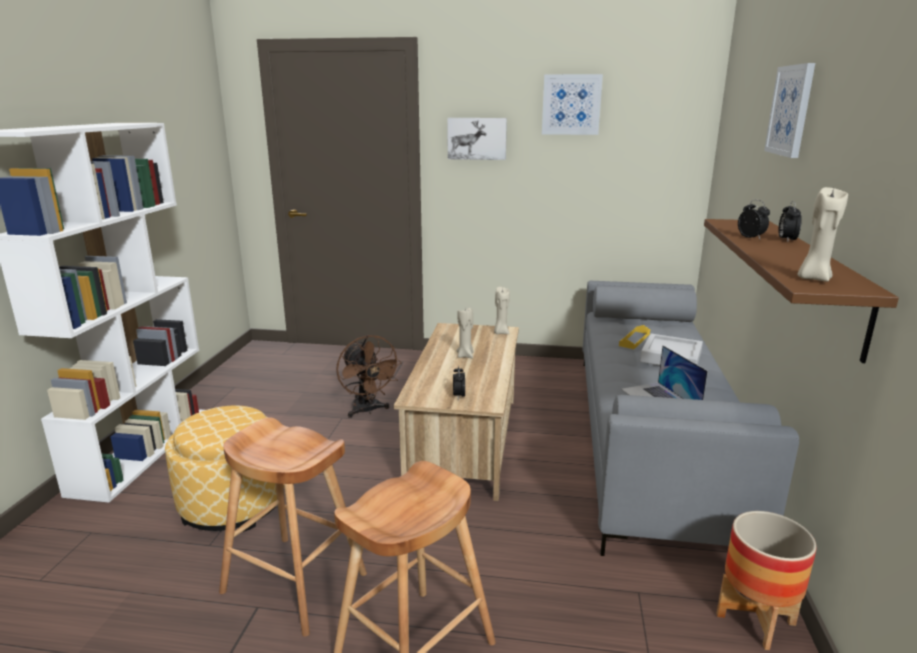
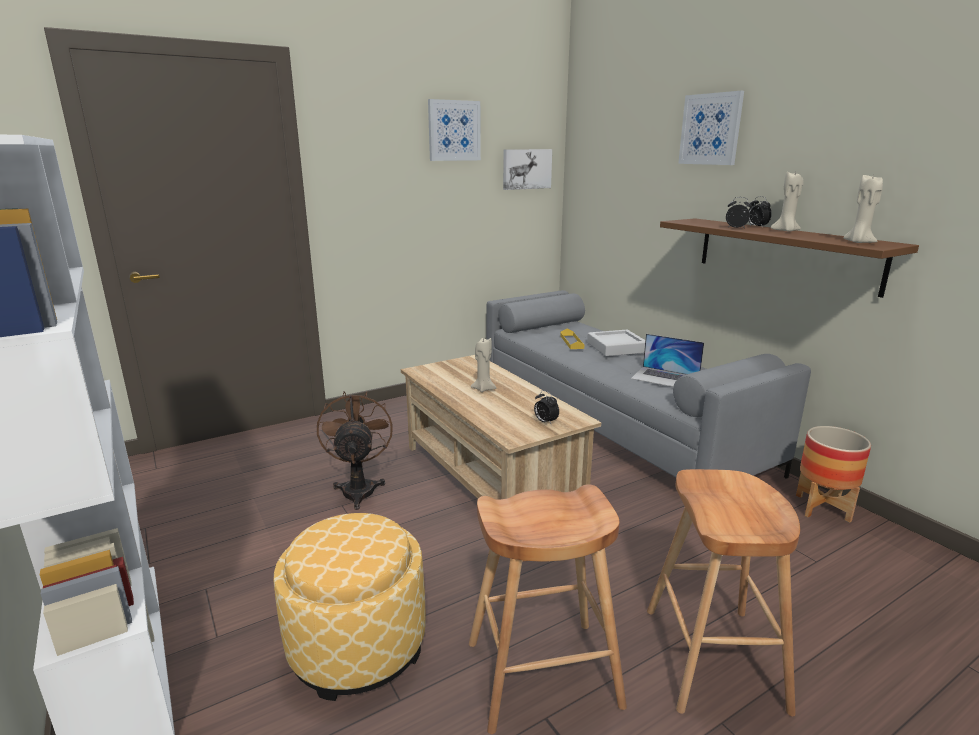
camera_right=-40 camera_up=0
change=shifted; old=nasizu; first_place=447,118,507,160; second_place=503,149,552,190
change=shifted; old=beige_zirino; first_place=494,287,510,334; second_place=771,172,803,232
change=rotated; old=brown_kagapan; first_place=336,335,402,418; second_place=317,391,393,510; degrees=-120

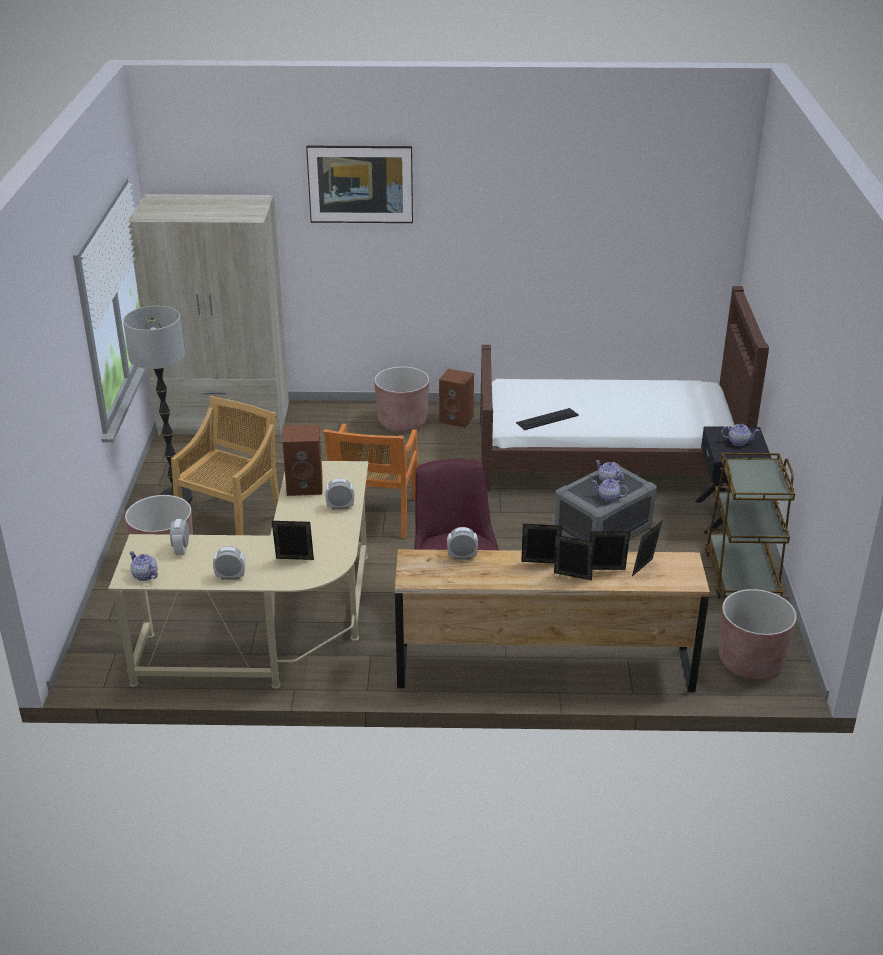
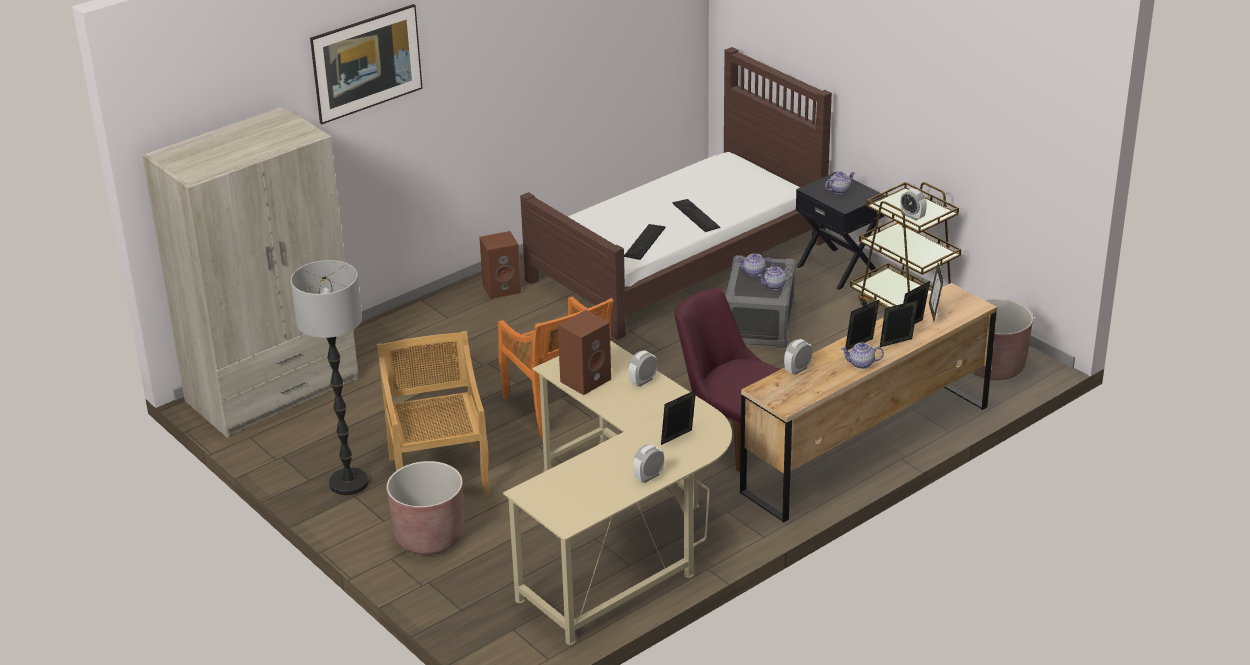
camera_right=-40 camera_up=0
change=gone; old=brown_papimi; first_place=374,366,429,432
change=new; new=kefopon; second_place=672,199,721,232
change=shifted; old=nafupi; first_place=129,551,158,581; second_place=841,342,884,369
change=shifted; old=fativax; first_place=170,519,189,555; second_place=900,188,927,220

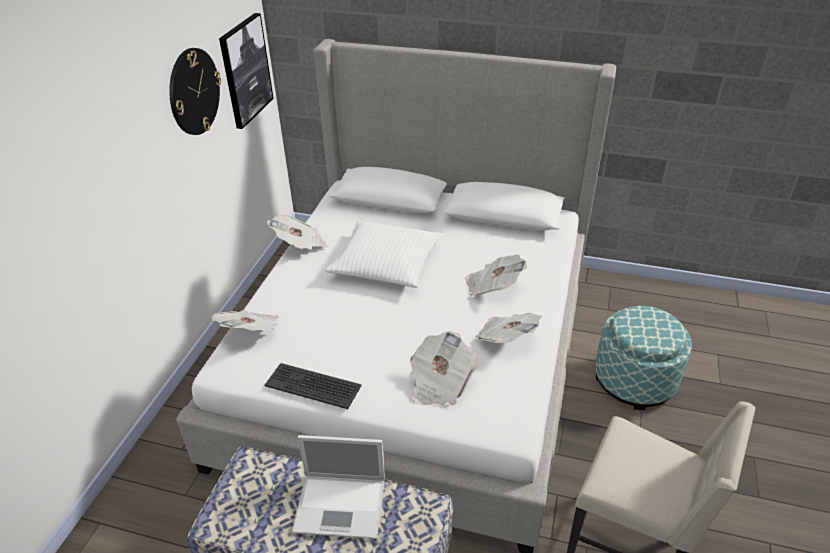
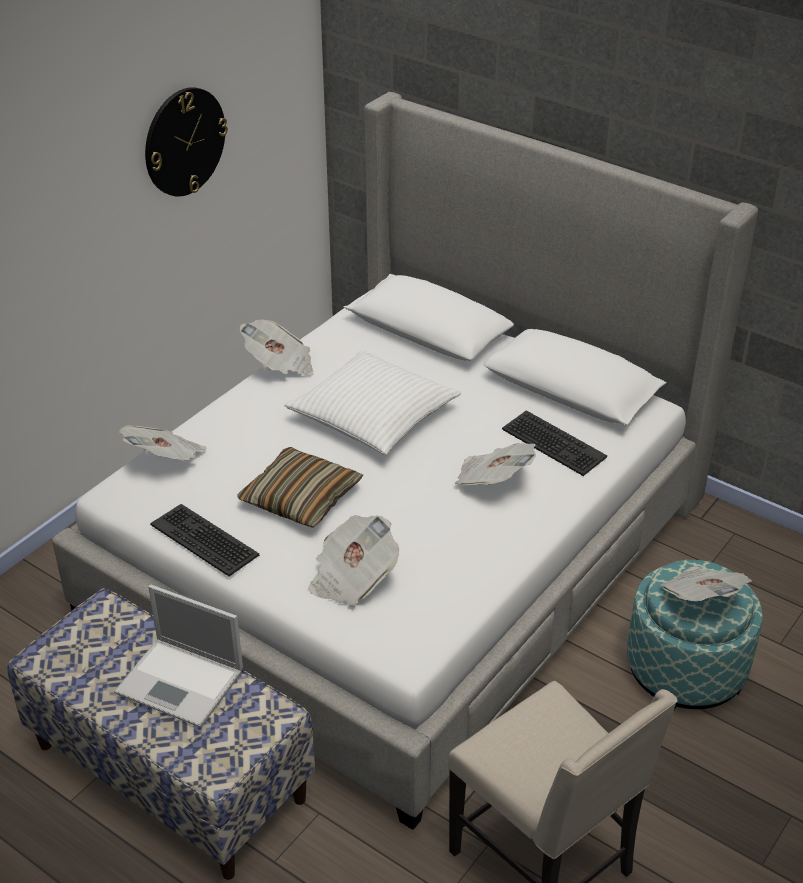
camera_right=20 camera_up=0
change=gone; old=nasizu; first_place=219,13,274,129
change=new; new=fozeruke; second_place=237,447,363,528
change=new; new=kefopon; second_place=502,410,607,476
change=shifted; old=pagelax; first_place=475,313,542,343; second_place=660,566,752,601

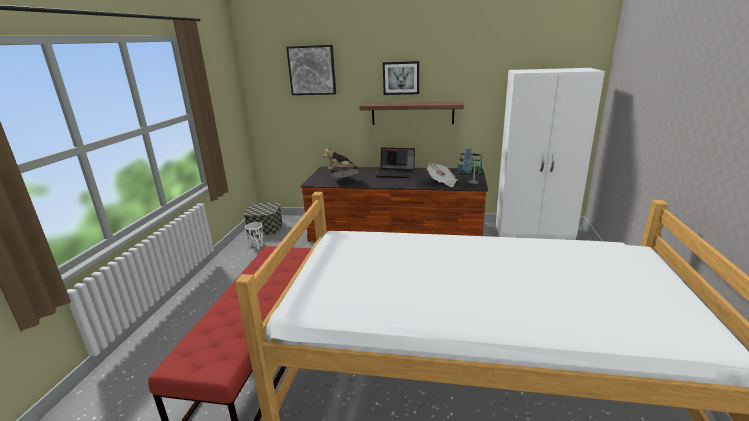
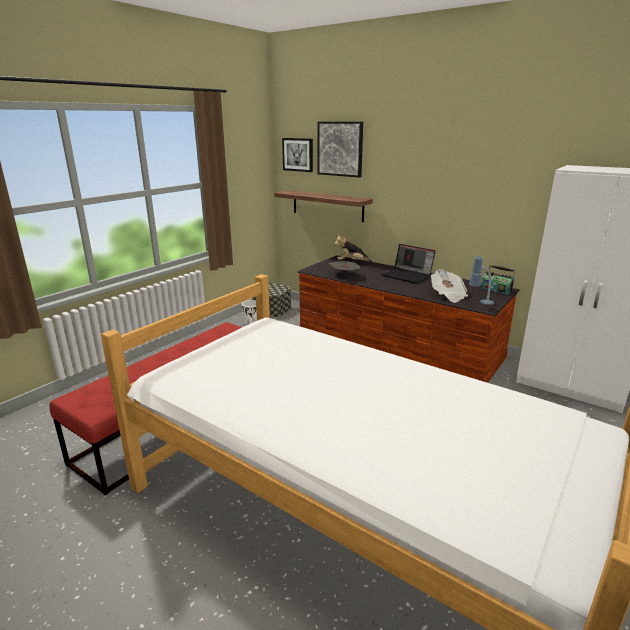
camera_right=25 camera_up=0
change=shifted; old=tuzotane; first_place=359,101,464,125; second_place=274,190,373,222
change=shifted; old=nasizu; first_place=383,61,419,95; second_place=282,138,313,172

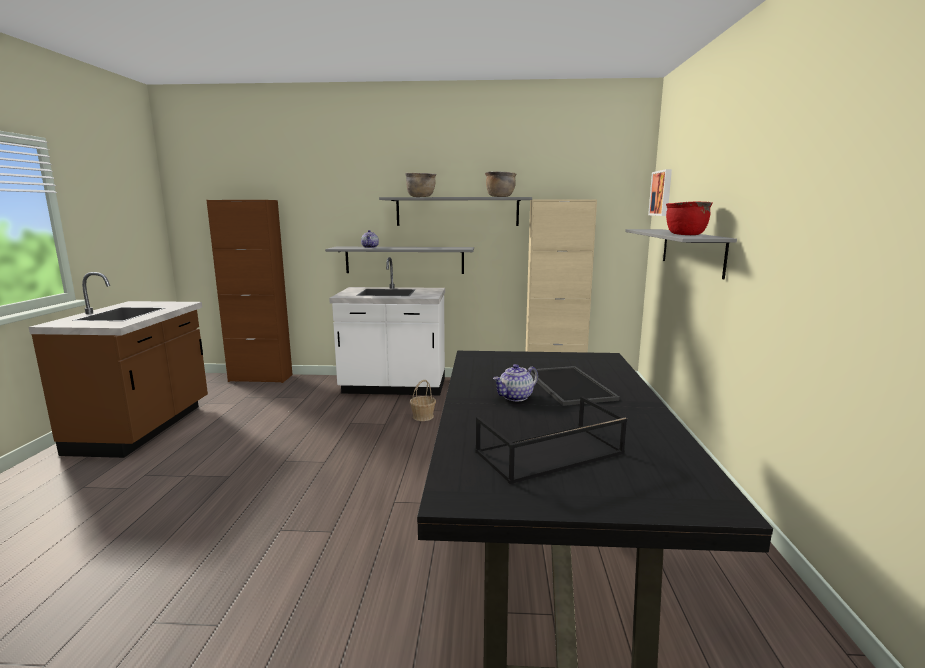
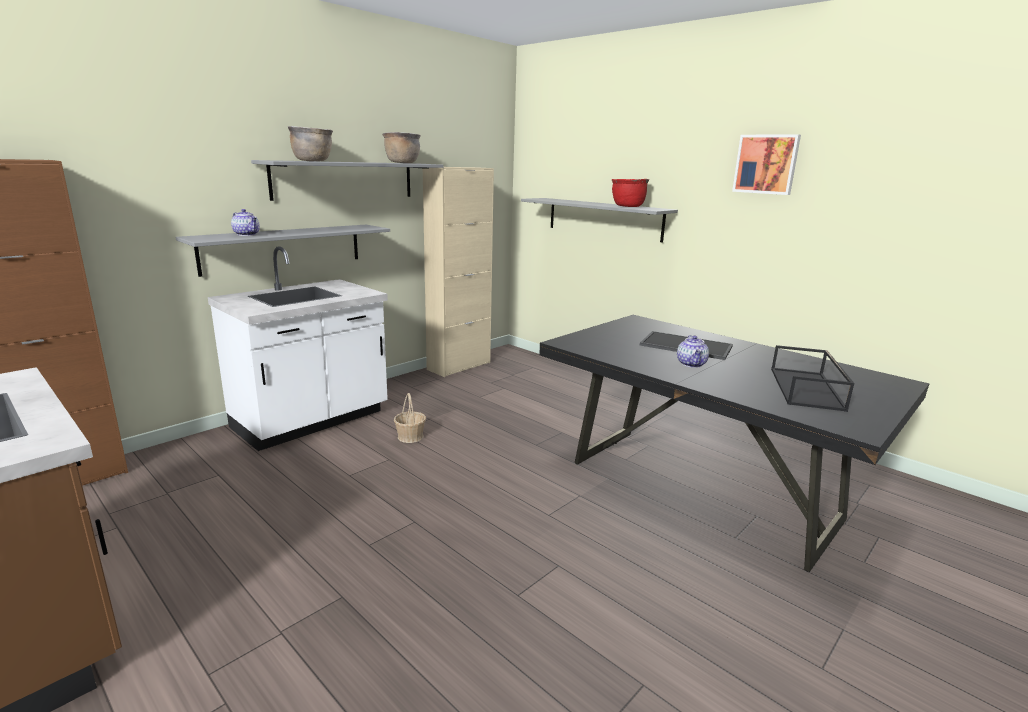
camera_right=-50 camera_up=5
change=shifted; old=nasizu; first_place=648,169,672,216; second_place=732,134,801,195

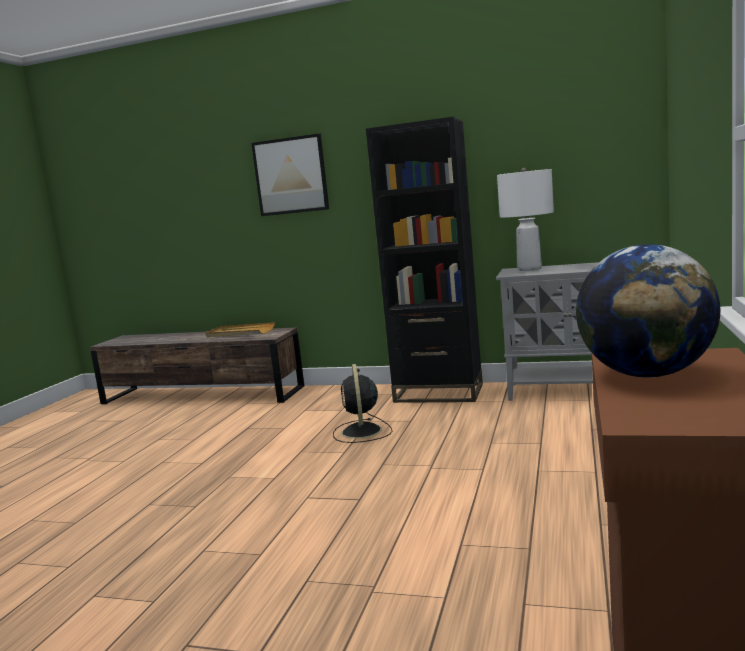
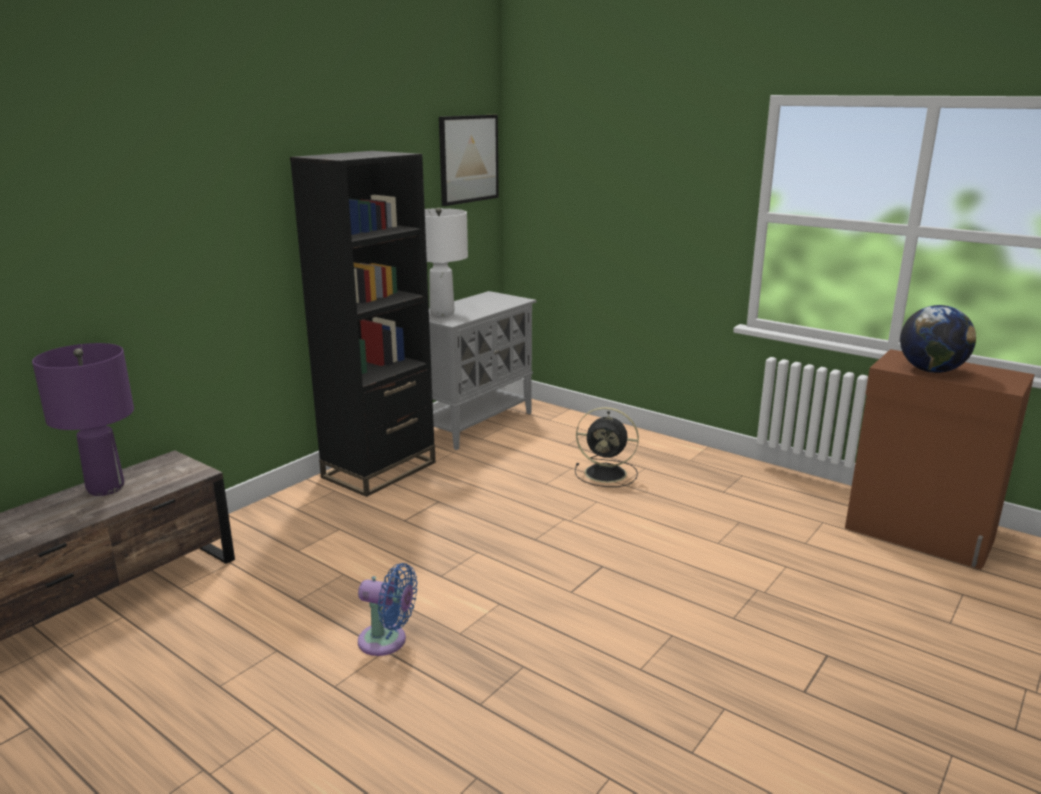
camera_right=-70 camera_up=10
change=new; new=blue_kagapan; second_place=358,563,417,656
change=shifted; old=nasizu; first_place=251,133,329,216; second_place=439,115,499,206
change=shifted; old=black_kagapan; first_place=333,364,392,443; second_place=575,407,639,487
change=swapped; old=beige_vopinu; new=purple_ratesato; first_place=205,322,275,337; second_place=32,343,134,496

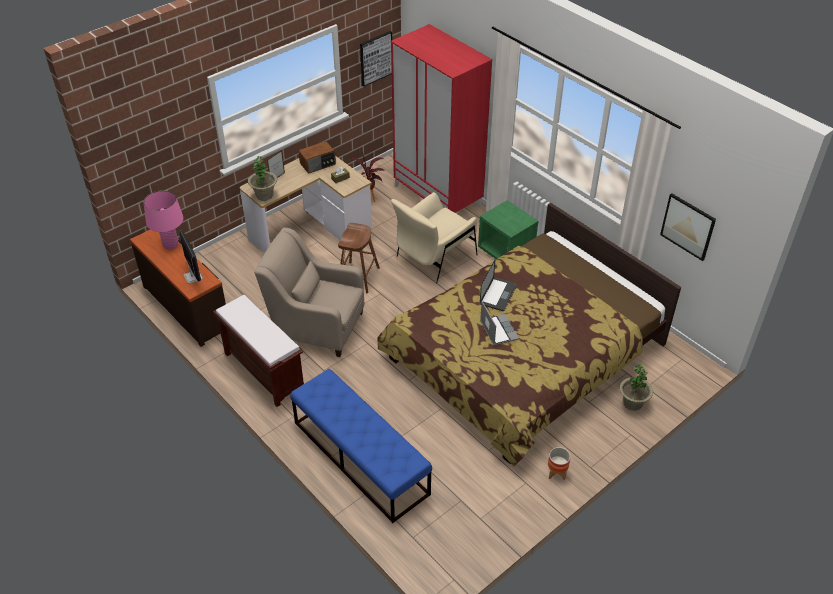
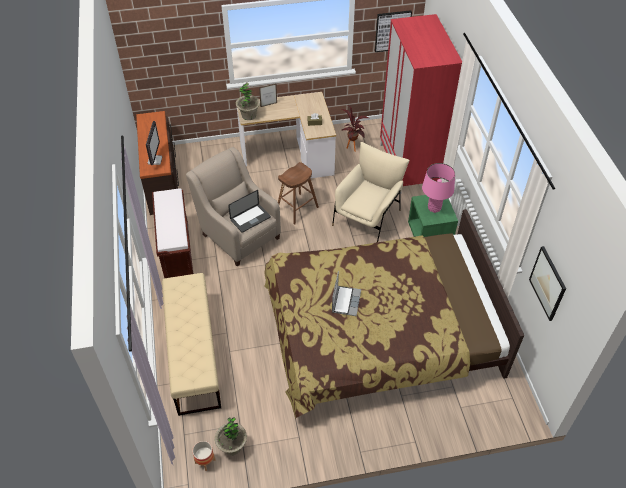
camera_right=30 camera_up=5
change=gone; old=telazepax; first_place=299,141,336,173
change=shifted; old=pink_ratesato; first_place=144,190,183,249; second_place=422,163,455,213
change=shifted; old=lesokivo; first_place=480,260,517,311; second_place=228,190,271,233
change=shifted; old=papimi; first_place=548,447,571,480; second_place=192,441,215,471
change=shifted; old=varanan; first_place=620,365,653,411; second_place=215,417,247,455
change=repainted; old=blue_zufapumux; new=beige_zufapumux; first_place=290,369,432,523; second_place=162,273,221,416
change=rotated; old=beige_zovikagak; first_place=391,192,478,284; second_place=332,142,410,242; degrees=135

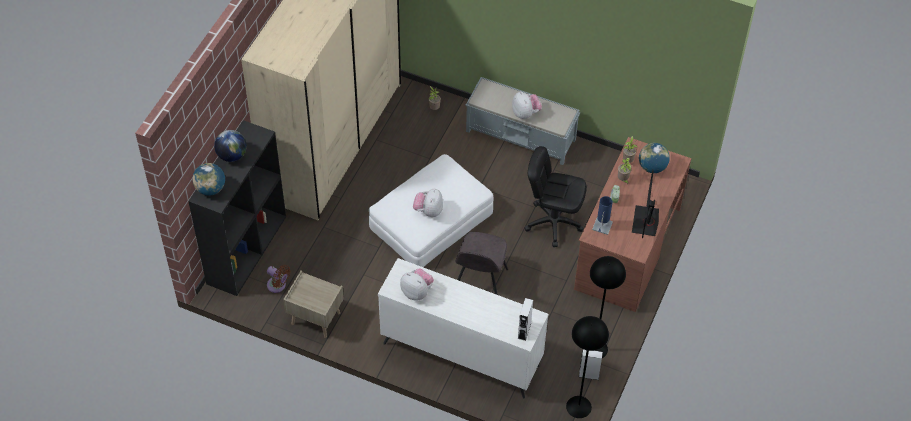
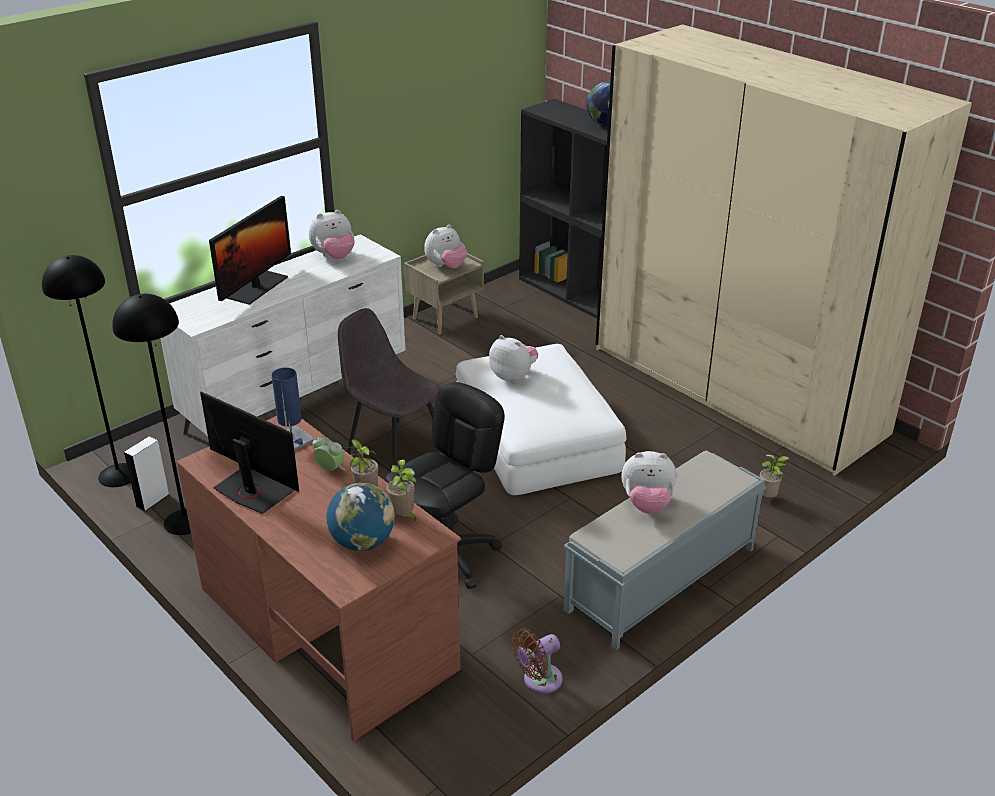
camera_right=115 camera_up=-20
change=gone; old=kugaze; first_place=192,163,225,196
change=gone; old=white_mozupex; first_place=518,298,533,341
change=new; new=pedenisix; second_place=209,196,291,305
change=new; new=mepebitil; second_place=424,225,467,268
change=shifted; old=brown_kagapan; first_place=267,265,291,293; second_place=512,628,563,694

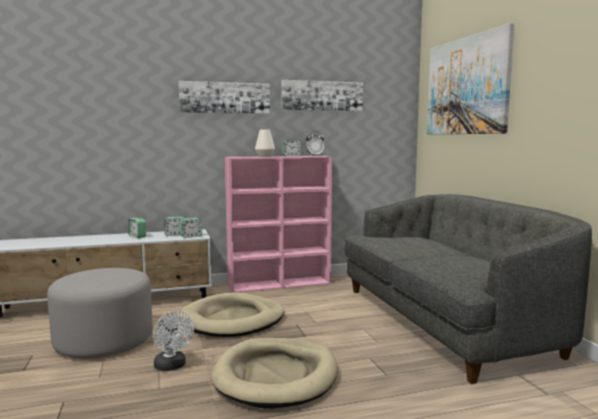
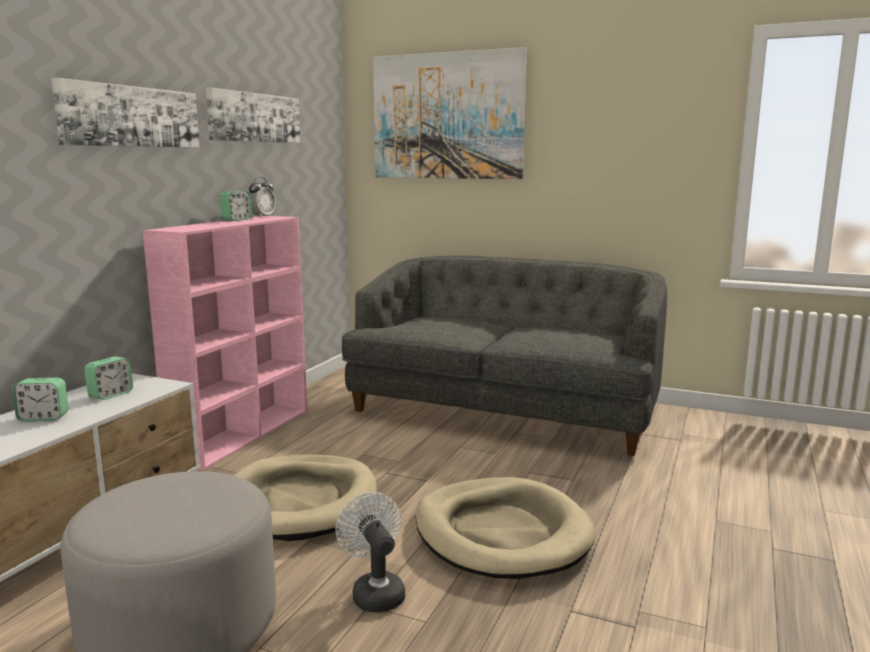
camera_right=-50 camera_up=5
change=gone; old=fativax; first_place=180,218,202,238
change=gone; old=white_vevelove; first_place=255,129,275,157
change=rotated; old=white_kagapan; first_place=153,311,194,371; second_place=335,492,405,613; degrees=-120

